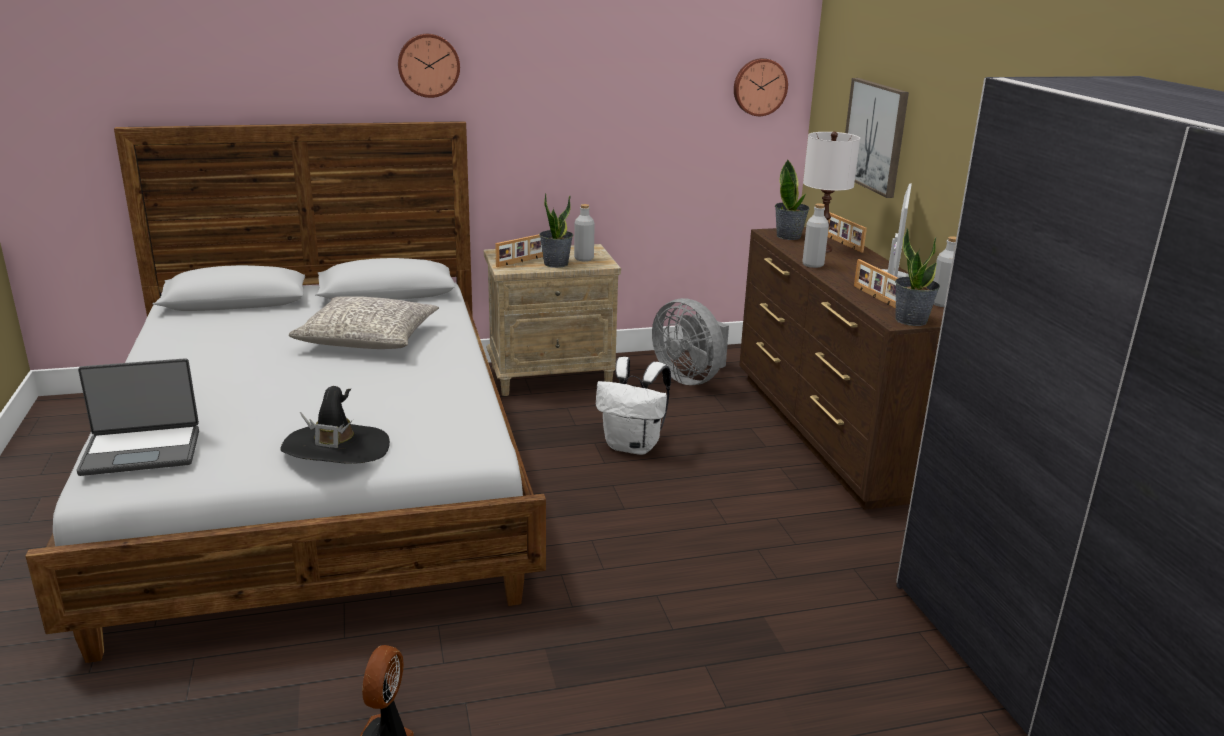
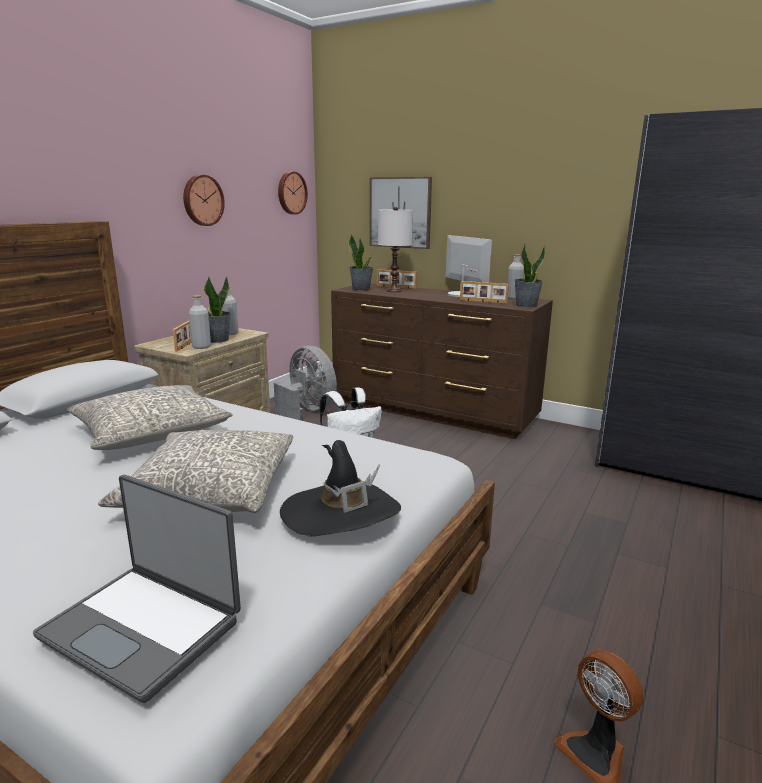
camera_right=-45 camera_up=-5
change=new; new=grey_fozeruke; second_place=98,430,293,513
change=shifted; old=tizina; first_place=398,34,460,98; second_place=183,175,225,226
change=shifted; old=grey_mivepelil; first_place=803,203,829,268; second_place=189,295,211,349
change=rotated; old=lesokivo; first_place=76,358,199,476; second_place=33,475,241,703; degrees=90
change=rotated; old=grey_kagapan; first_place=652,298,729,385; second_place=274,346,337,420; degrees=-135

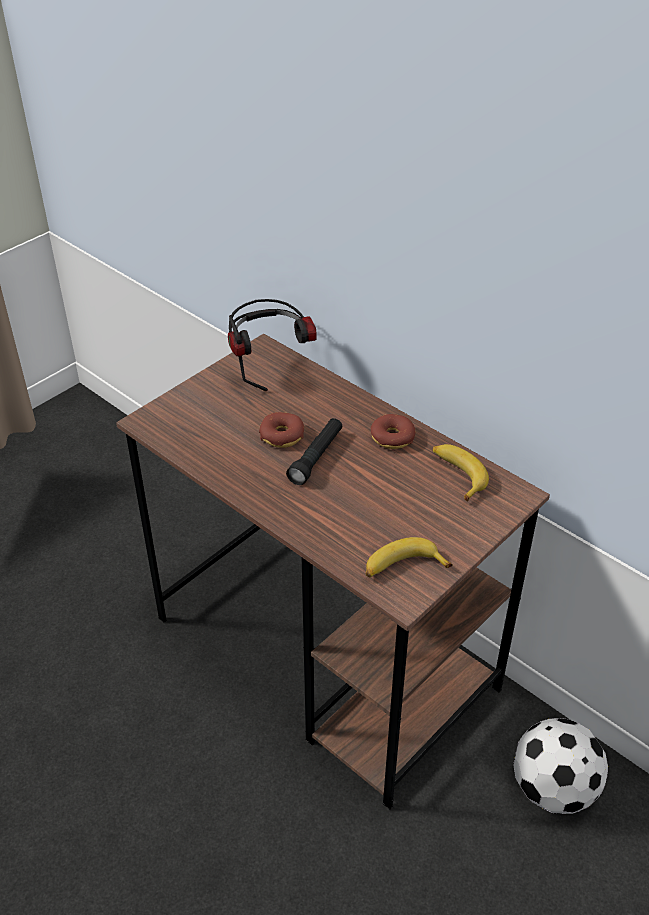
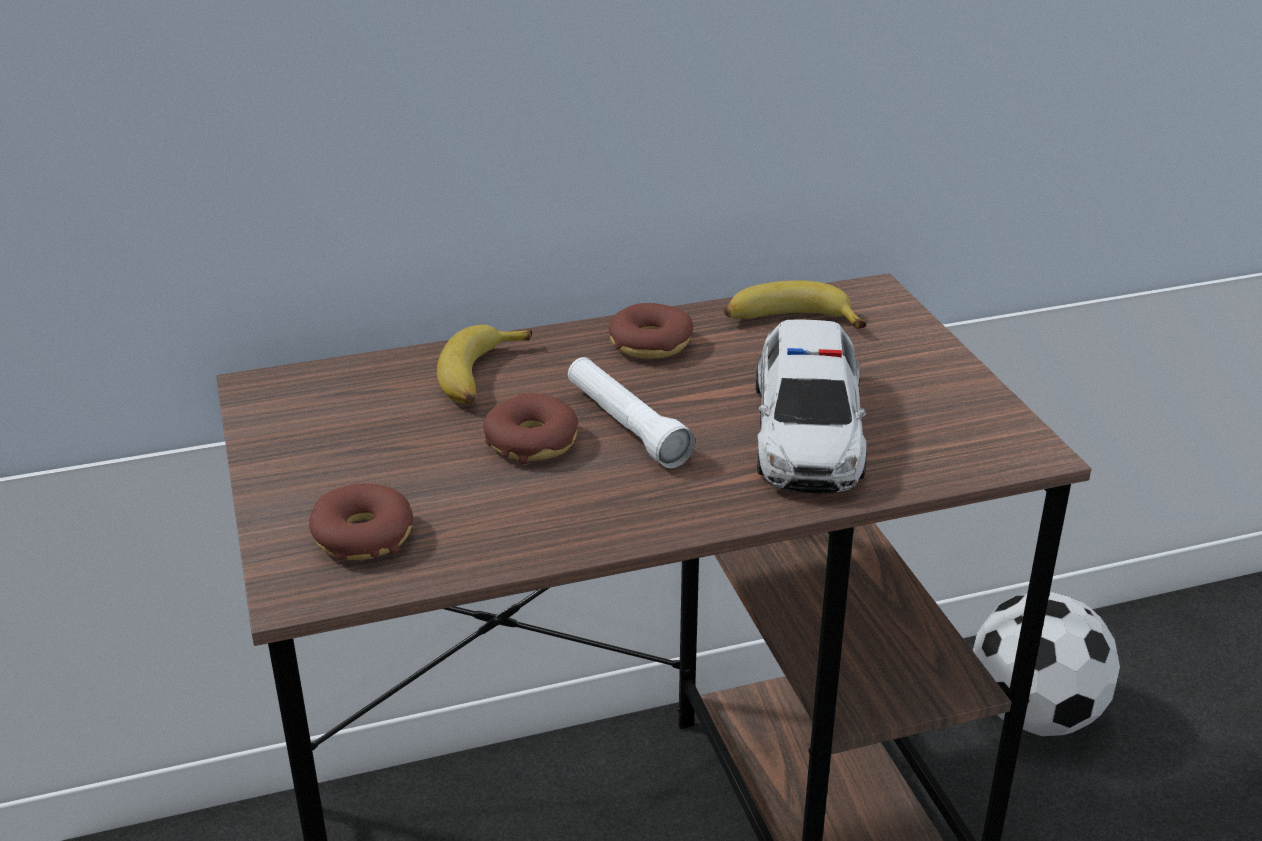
camera_right=-60 camera_up=-10
change=gone; old=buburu; first_place=228,299,317,391
change=new; new=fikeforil; second_place=309,484,413,560
change=new; new=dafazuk; second_place=756,319,867,494
change=shifted; old=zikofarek; first_place=366,537,453,577; second_place=437,325,532,404
change=repainted; old=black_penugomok; new=white_penugomok; first_place=286,418,342,485; second_place=568,357,696,468

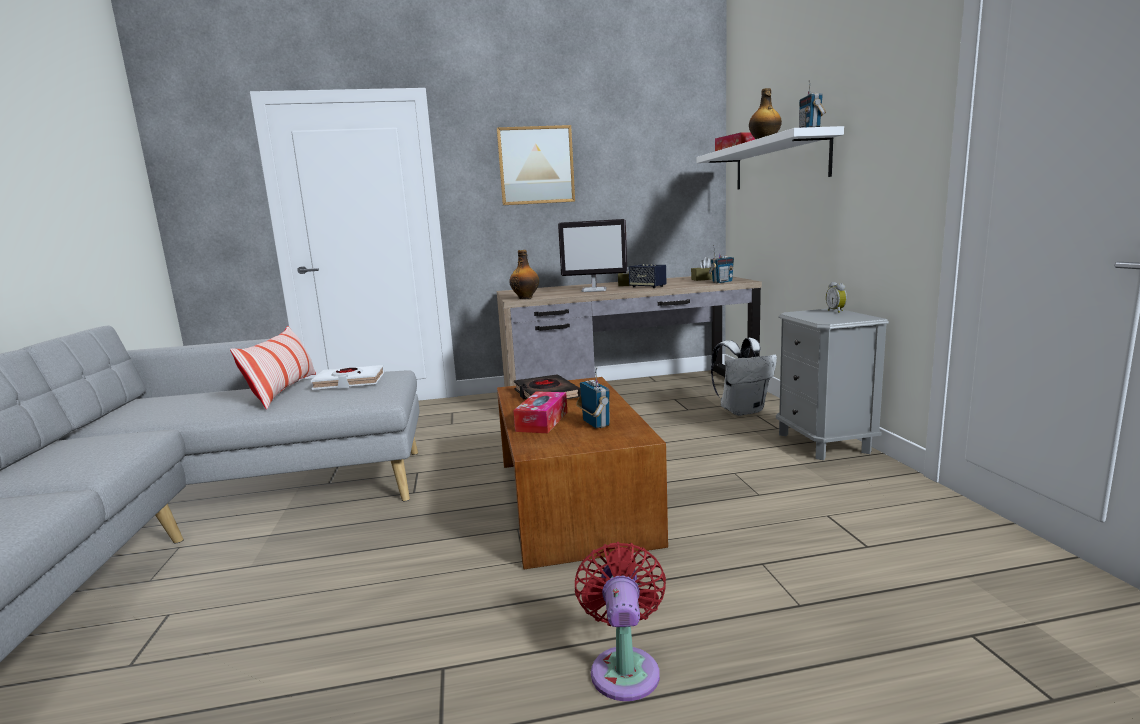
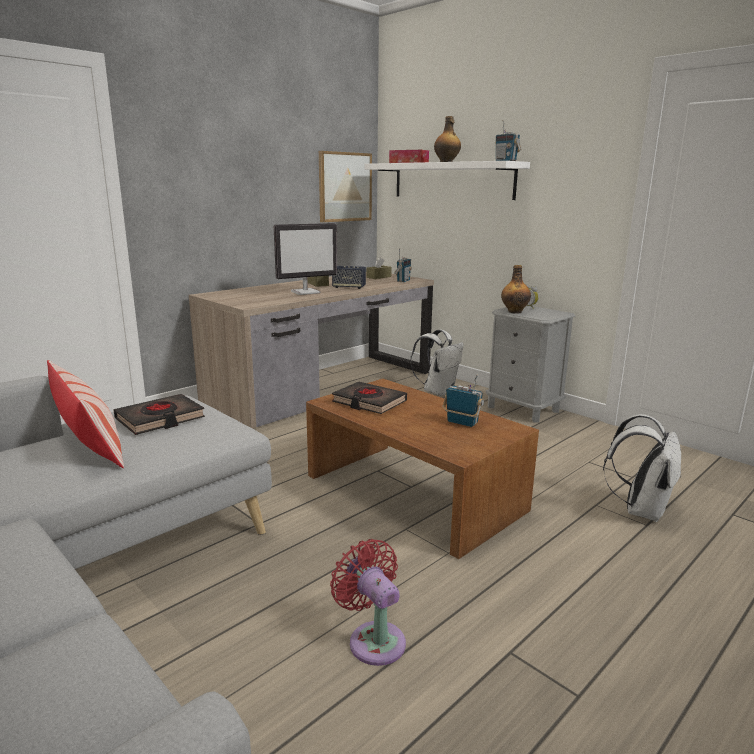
camera_right=-35 camera_up=5
change=gone; old=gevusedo; first_place=514,391,567,433
change=new; new=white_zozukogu; second_place=603,414,682,522
change=shifted; old=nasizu; first_place=497,125,575,205; second_place=319,151,372,222
change=shifted; old=mivepelil; first_place=509,250,539,299; second_place=501,265,531,314
change=shifted; old=red_kagapan; first_place=575,542,666,701; second_place=330,539,406,666
change=repainted; old=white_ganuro; new=black_ganuro; first_place=311,365,384,390; second_place=113,394,205,435

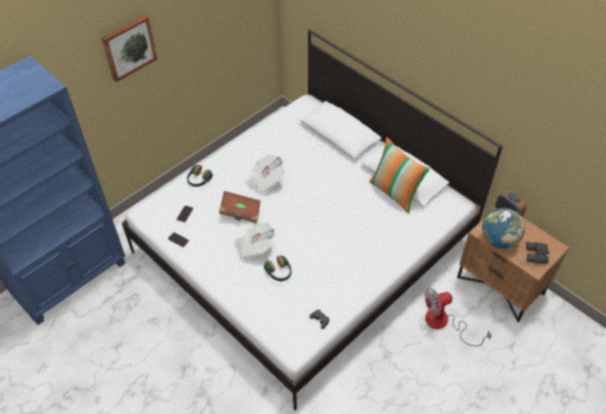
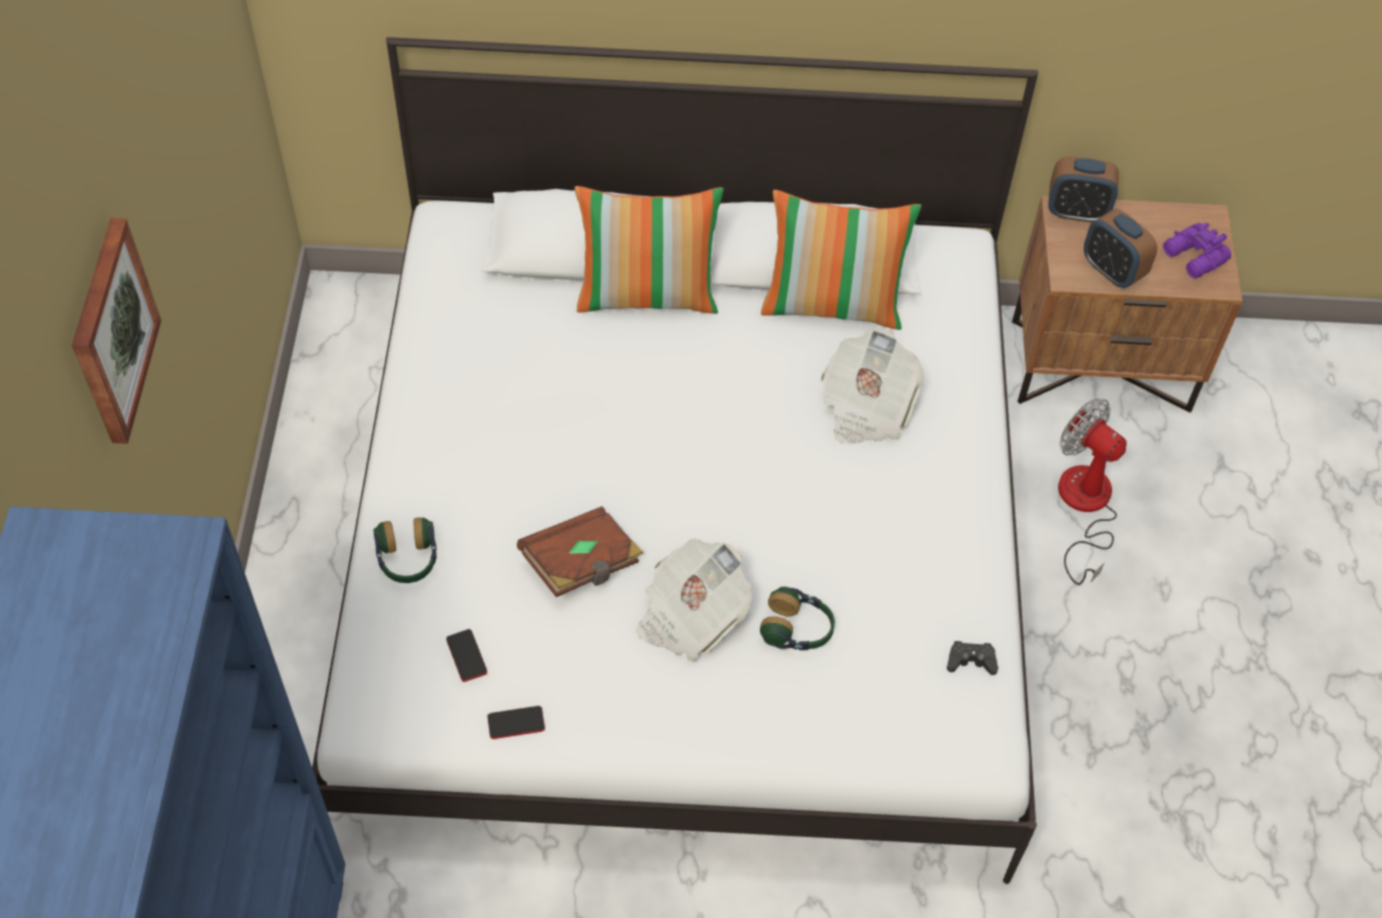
camera_right=-45 camera_up=5
change=new; new=fozeruke; second_place=575,186,724,314
change=shifted; old=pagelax; first_place=245,155,285,194; second_place=821,329,924,444
change=swapped; old=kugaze; new=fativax; first_place=482,208,525,248; second_place=1084,208,1157,288
change=repainted; old=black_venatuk; new=purple_venatuk; first_place=526,242,550,264; second_place=1163,223,1231,278
change=rotated; old=kagapan; first_place=425,288,492,346; second_place=1058,398,1127,585; degrees=105

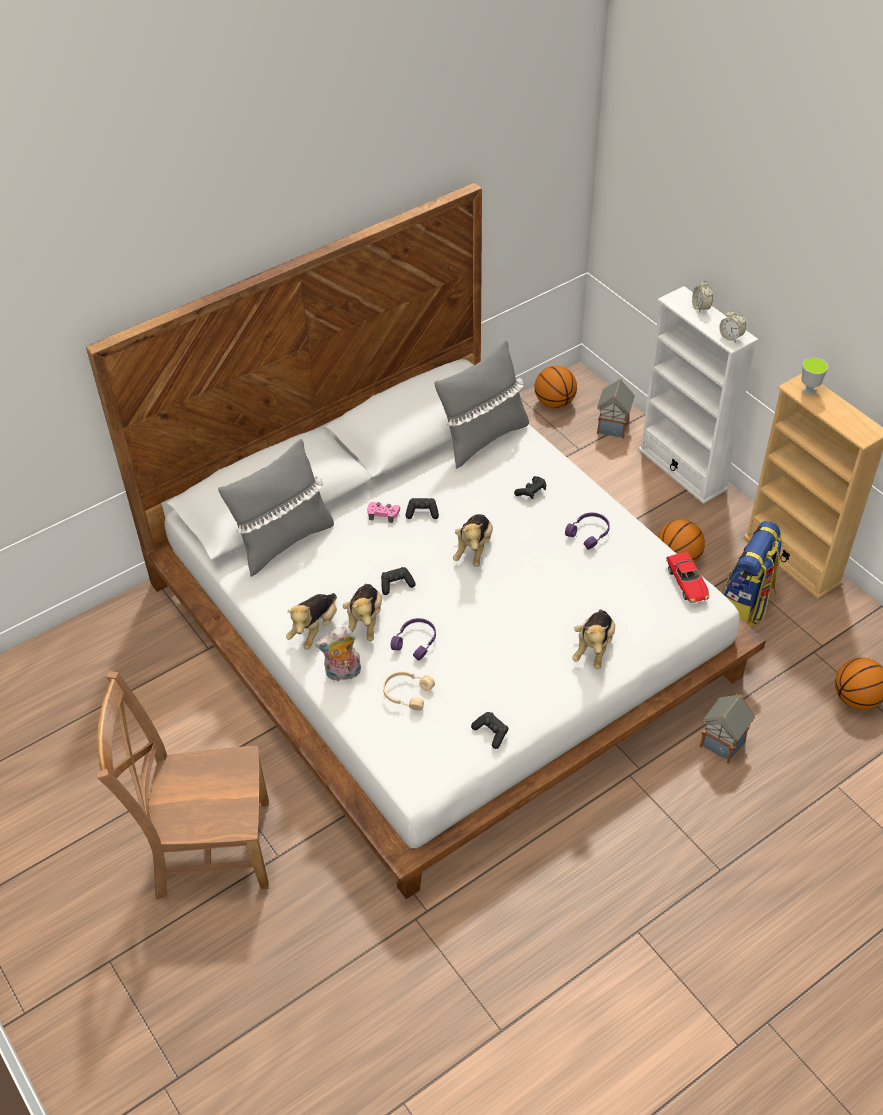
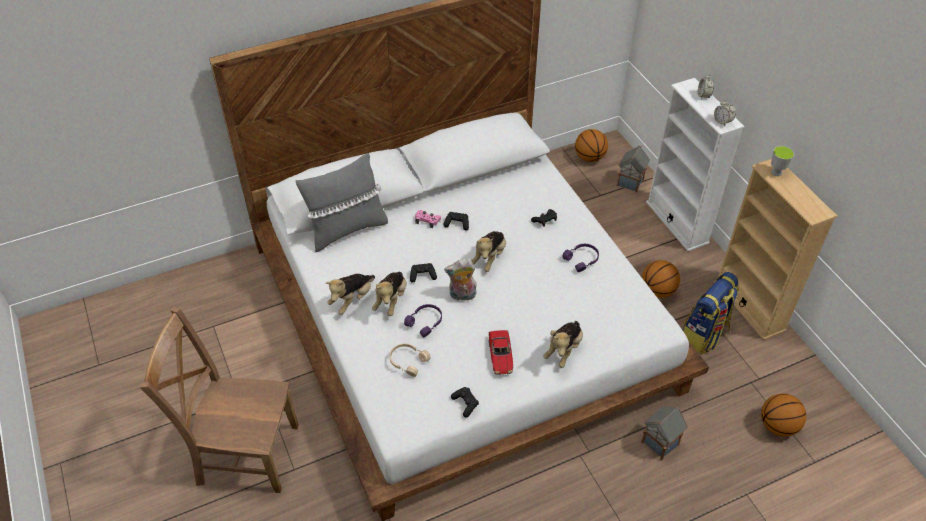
camera_right=10 camera_up=0
change=gone; old=grey_fozeruke; first_place=434,340,529,469
change=shifted; old=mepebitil; first_place=315,627,361,681; second_place=444,259,477,301
change=shifted; old=dafazuk; first_place=666,552,710,603; second_place=488,330,513,375

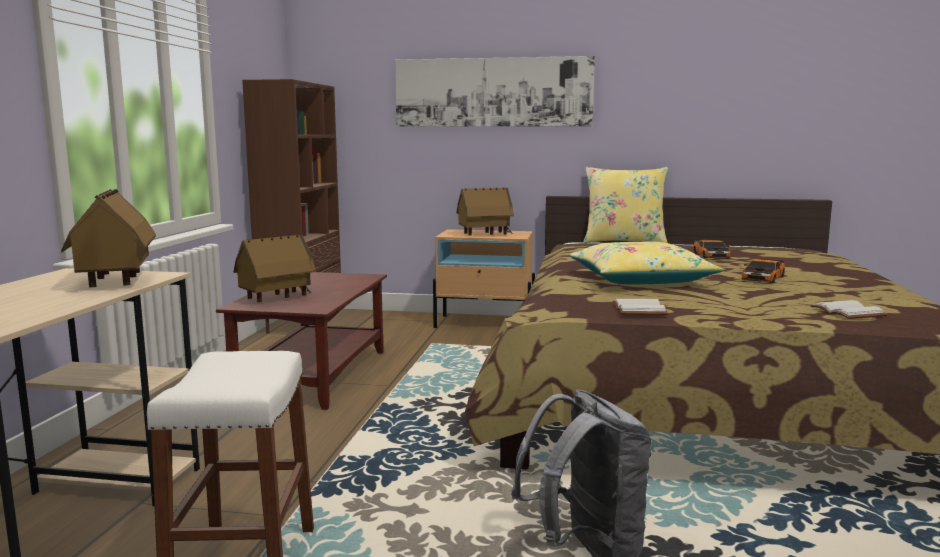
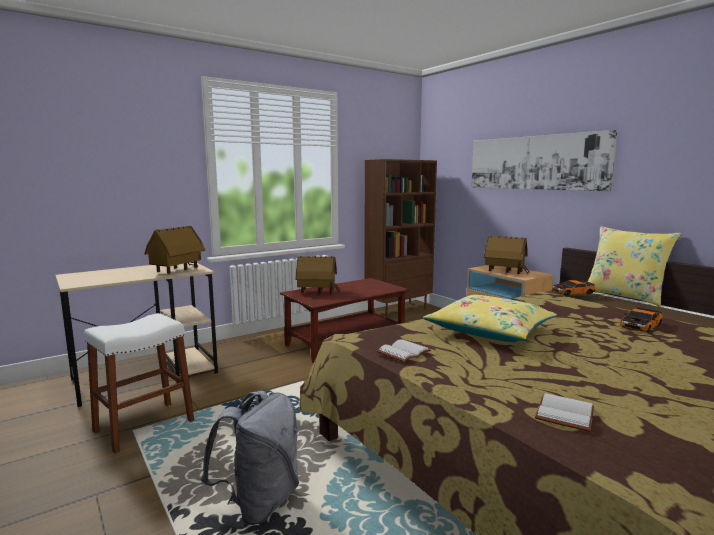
camera_right=45 camera_up=0
change=shifted; old=dafazuk; first_place=741,259,785,283; second_place=552,280,595,296

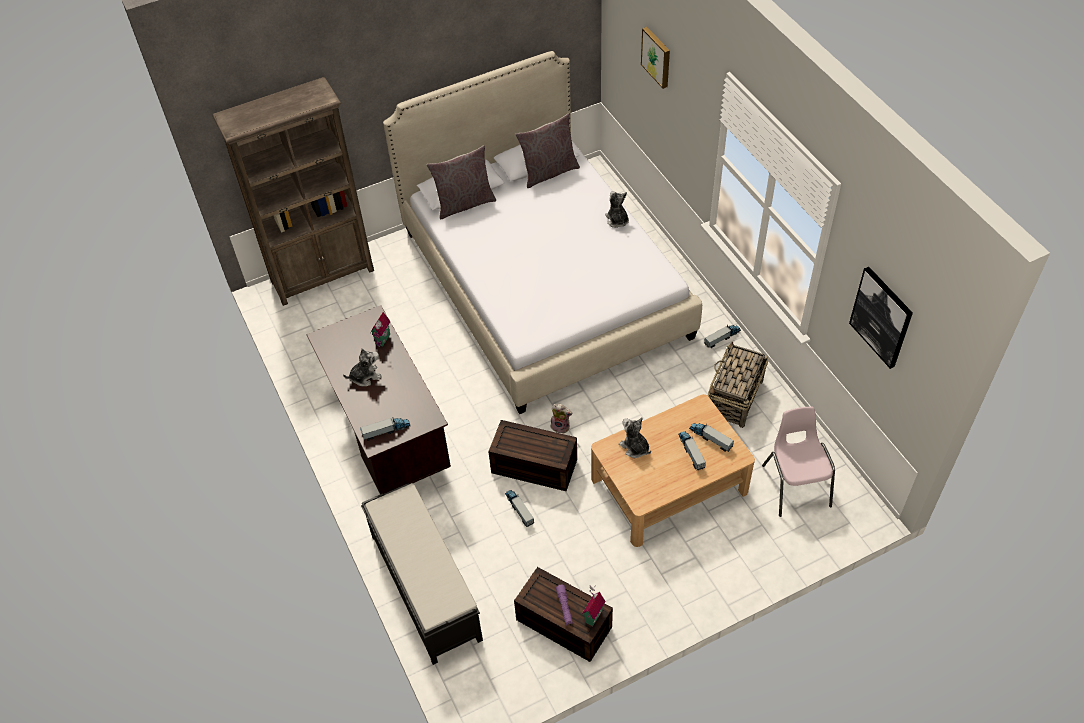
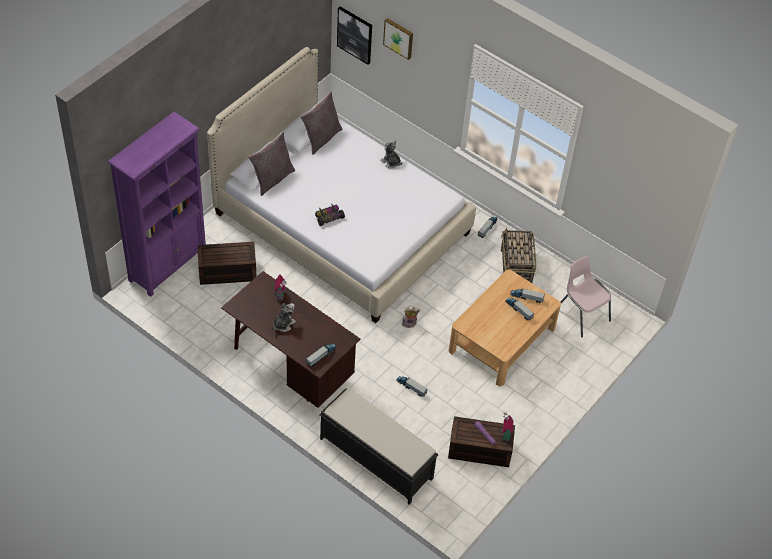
camera_right=-30 camera_up=0
change=gone; old=mepebitil; first_place=619,418,651,458
change=new; new=dafazuk; second_place=315,203,345,226
change=shifted; old=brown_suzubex; first_place=488,420,577,491; second_place=197,242,256,285
change=shifted; old=nasizu; first_place=849,267,913,369; second_place=337,6,372,65
change=repainted; old=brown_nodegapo; new=purple_nodegapo; first_place=213,77,374,306; second_place=108,112,206,297

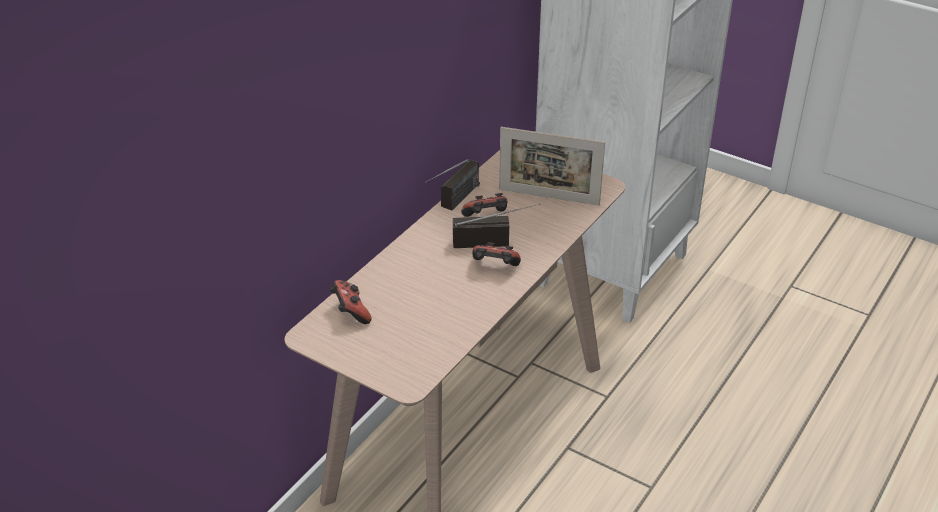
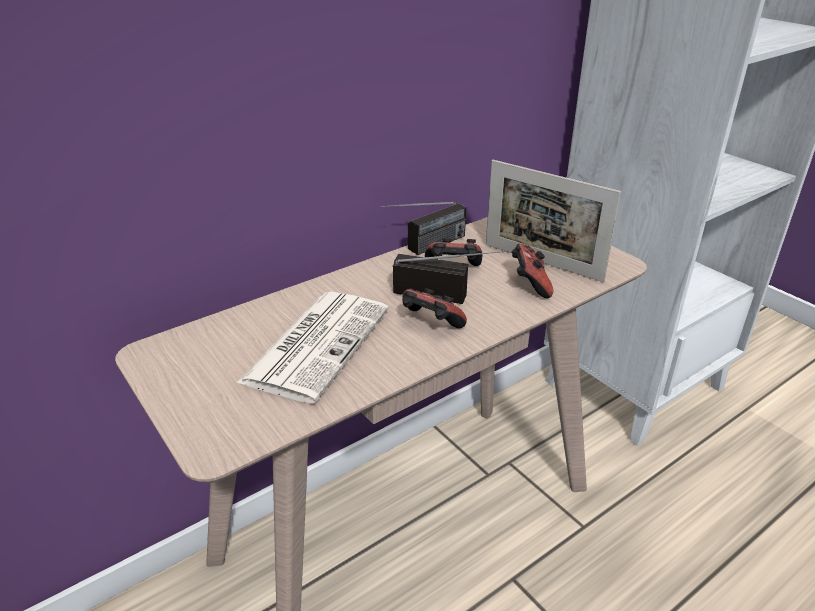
camera_right=20 camera_up=-5
change=new; new=pagelax; second_place=236,292,389,404
change=shifted; old=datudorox; first_place=330,280,371,324; second_place=511,243,554,298

